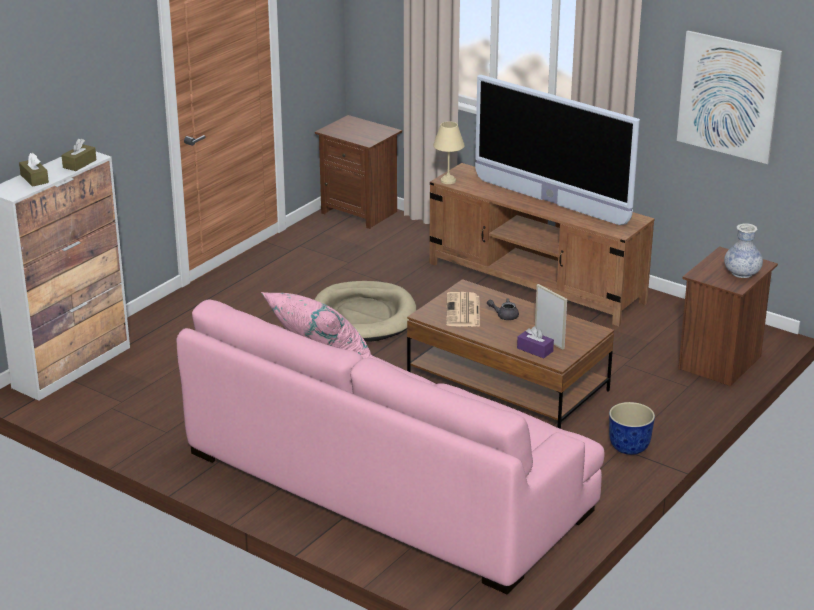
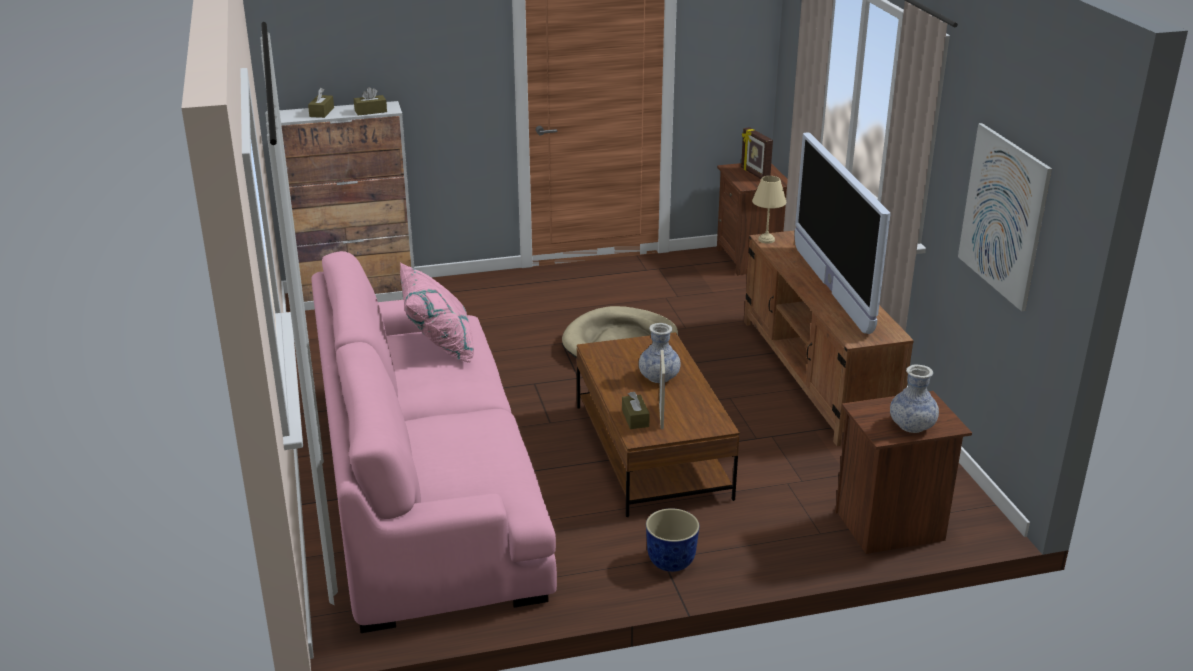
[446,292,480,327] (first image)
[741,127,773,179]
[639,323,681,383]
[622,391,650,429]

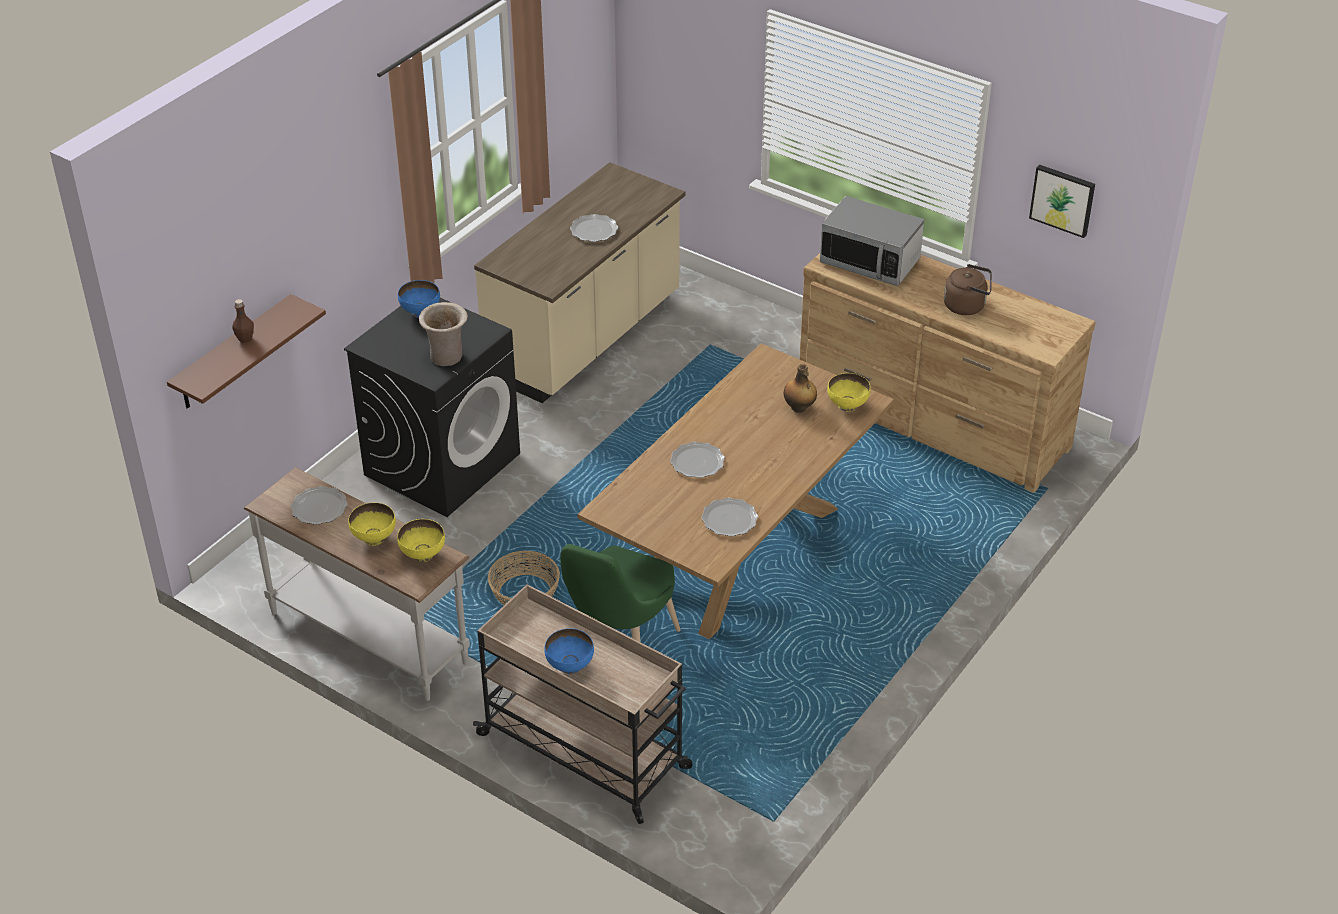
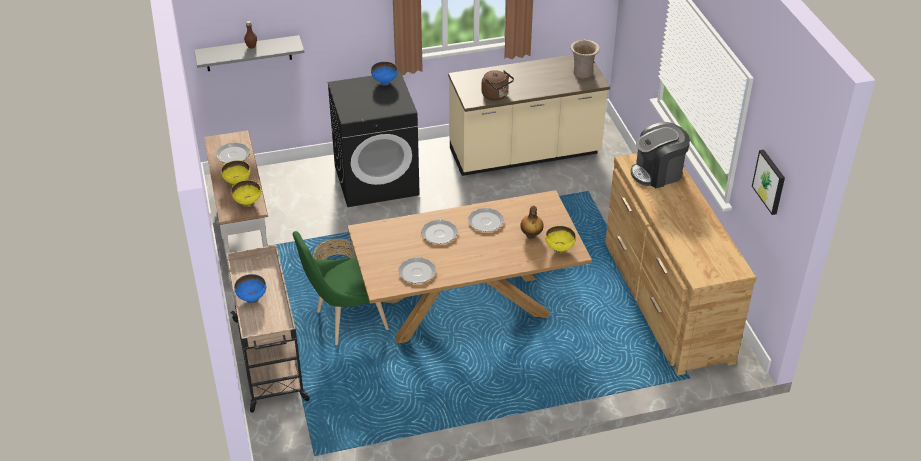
[570,40,600,79]
[468,208,504,232]
[481,70,514,101]
[631,122,690,188]
[194,35,304,71]

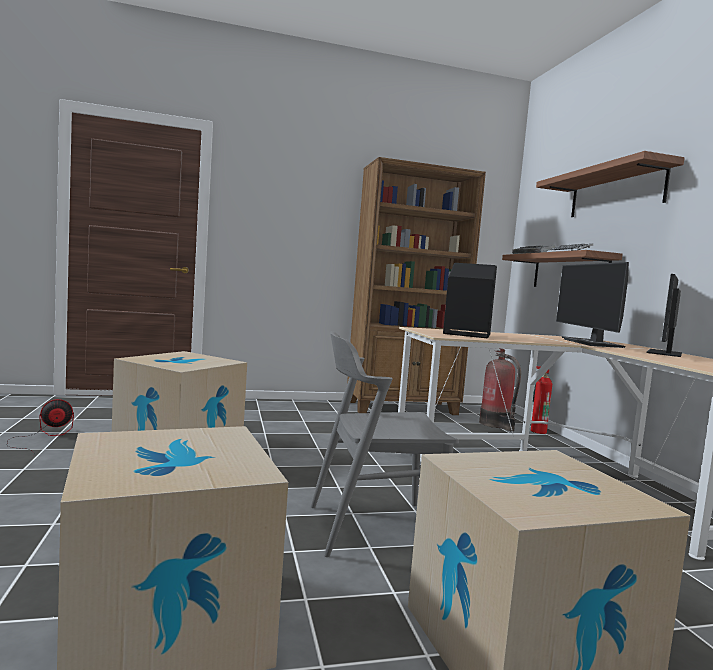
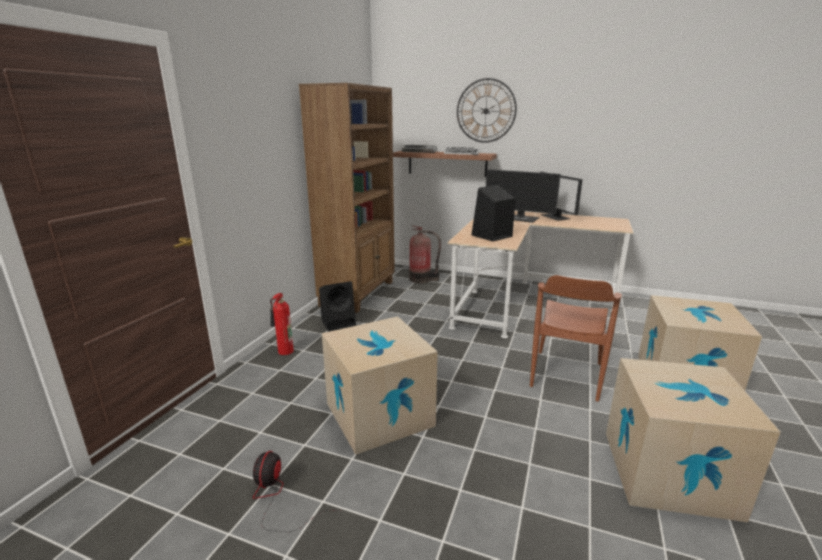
[319,281,356,332]
[270,293,294,355]
[457,78,517,143]
[530,275,622,402]

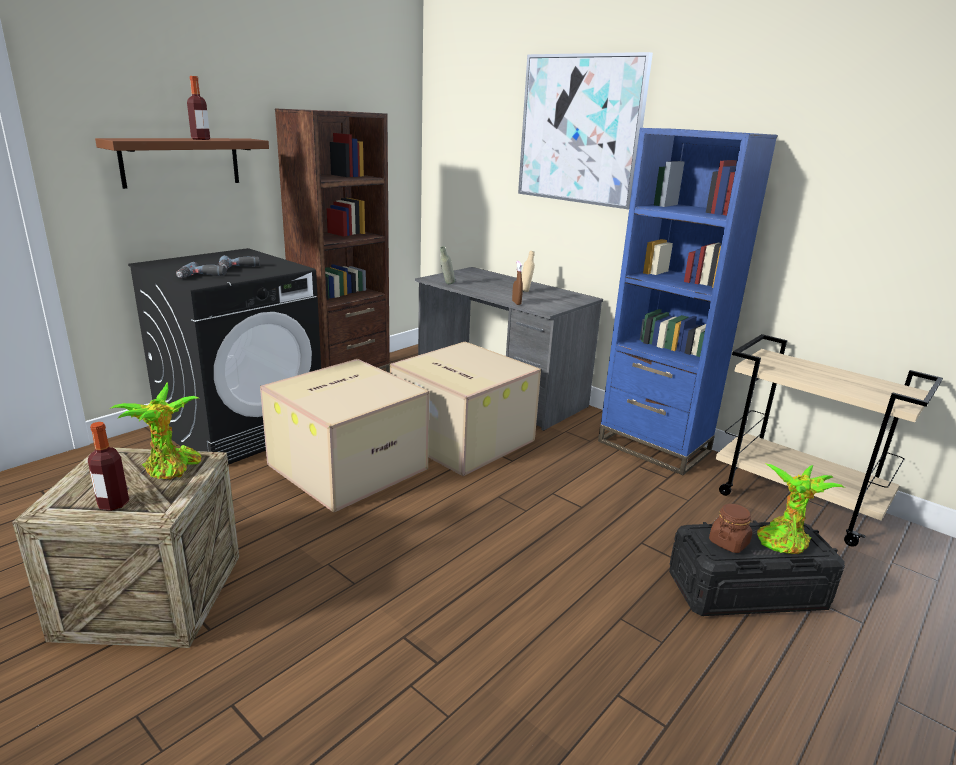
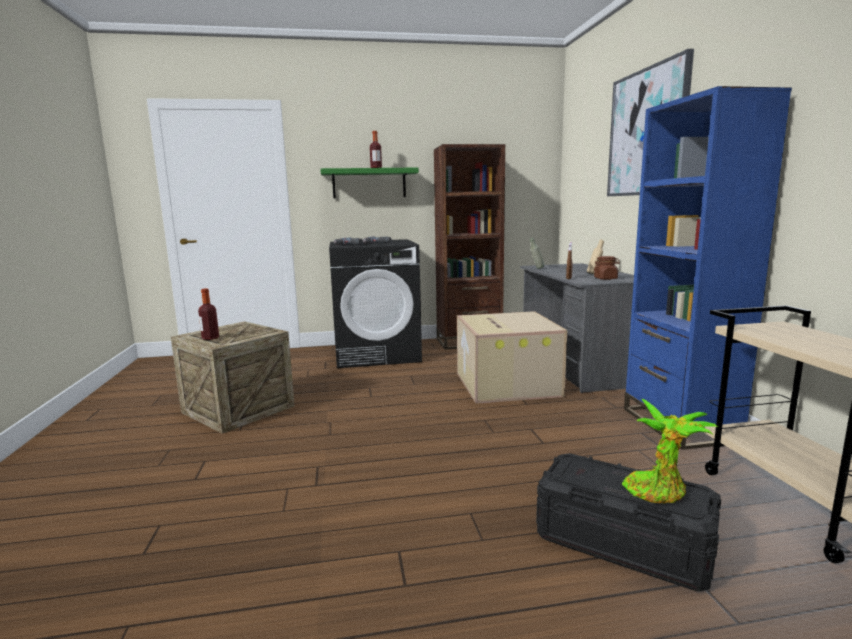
[109,383,201,479] (first image)
[260,359,429,513] (first image)
[594,256,620,280]
[320,168,419,199]

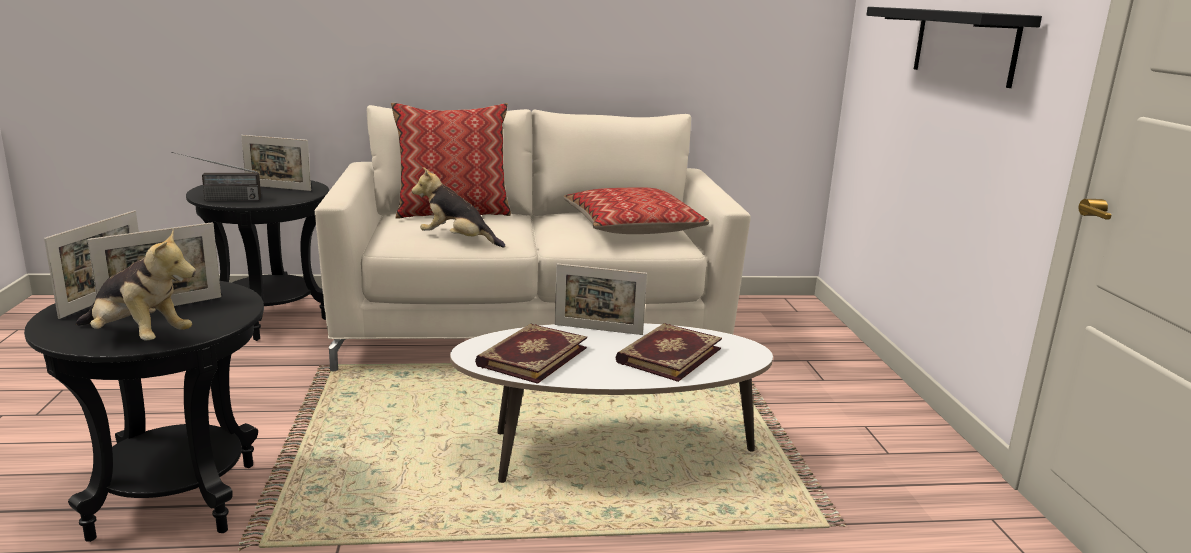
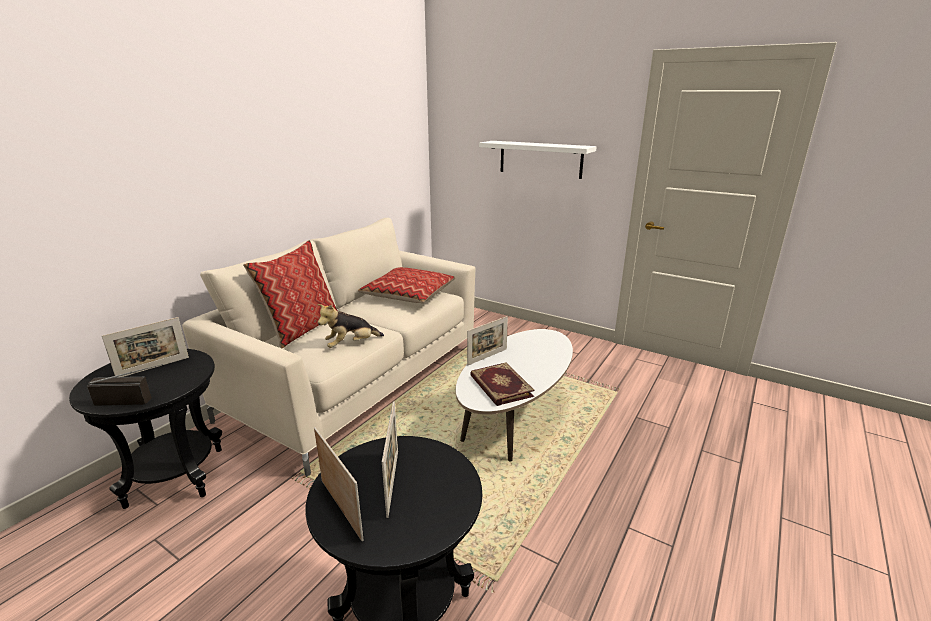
[76,229,196,341] (first image)
[615,323,722,382] (first image)
[479,141,597,179]
[87,364,163,406]

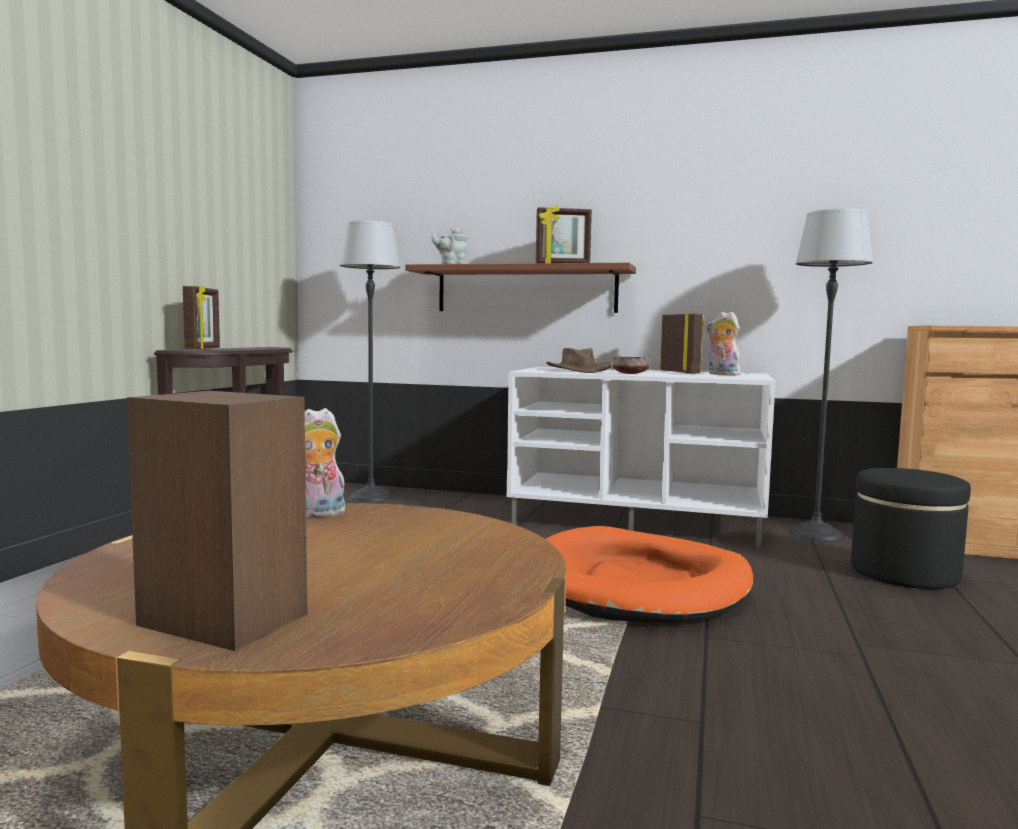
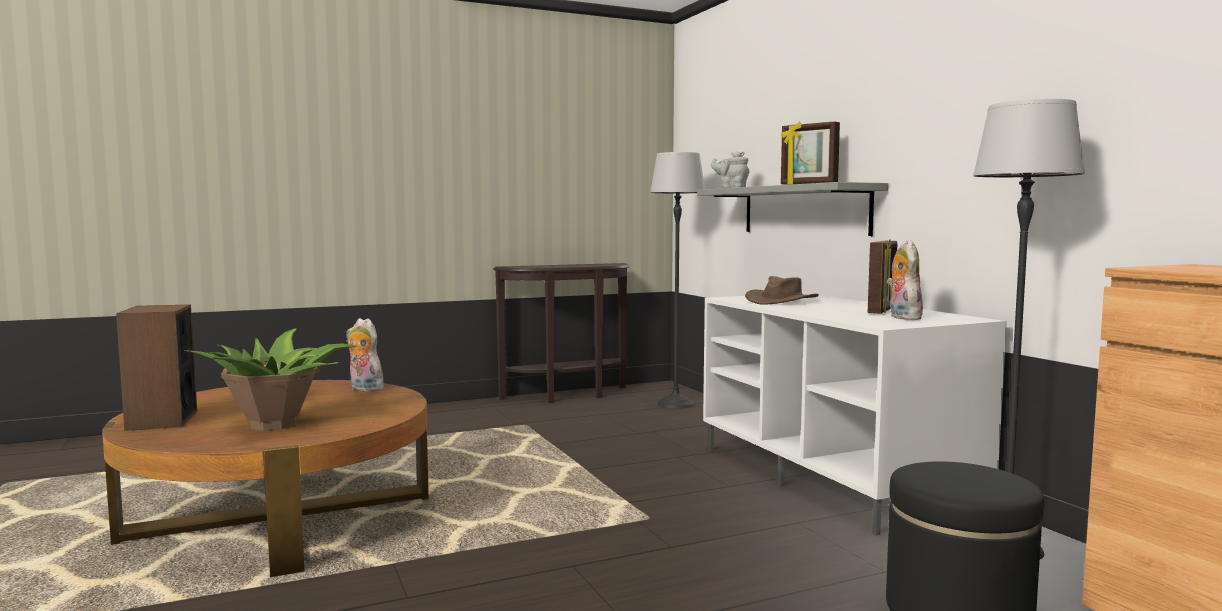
[183,285,220,350] (first image)
[546,526,753,623] (first image)
[613,357,650,374] (first image)
[184,329,357,431]
[697,182,888,236]

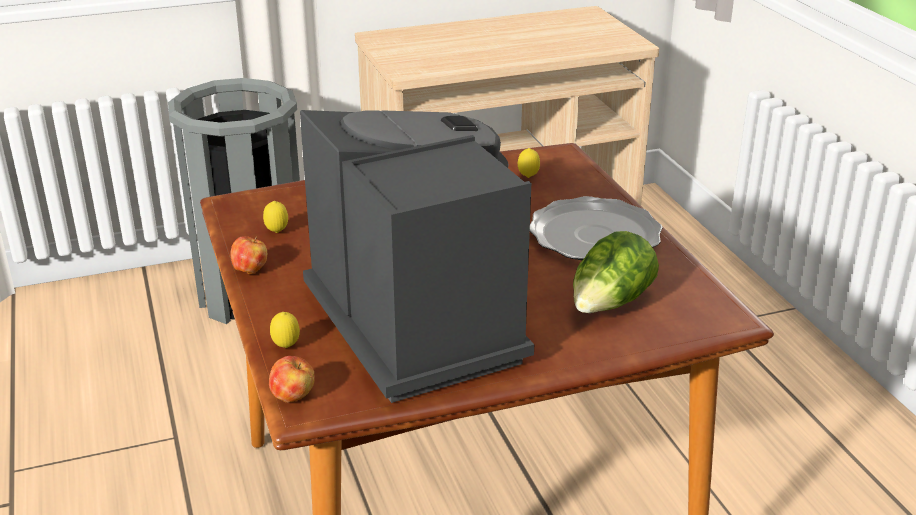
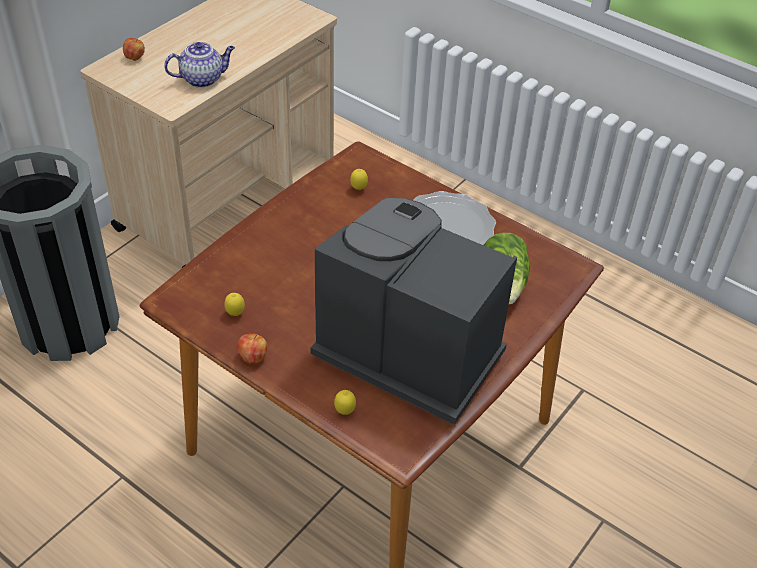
[164,42,235,88]
[123,38,145,61]

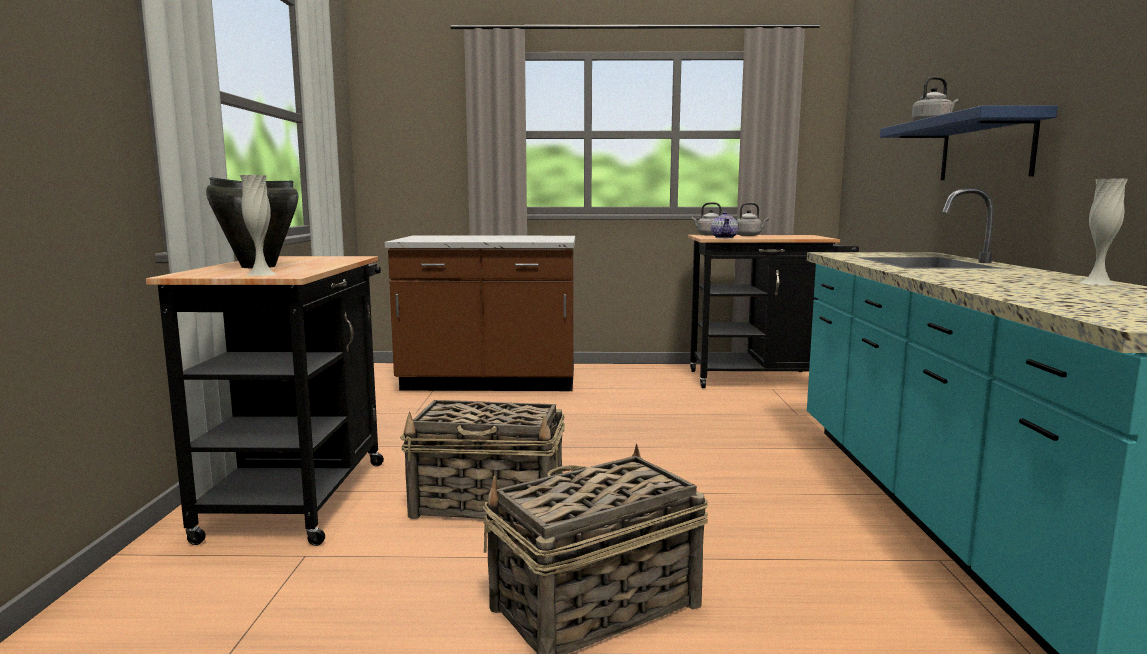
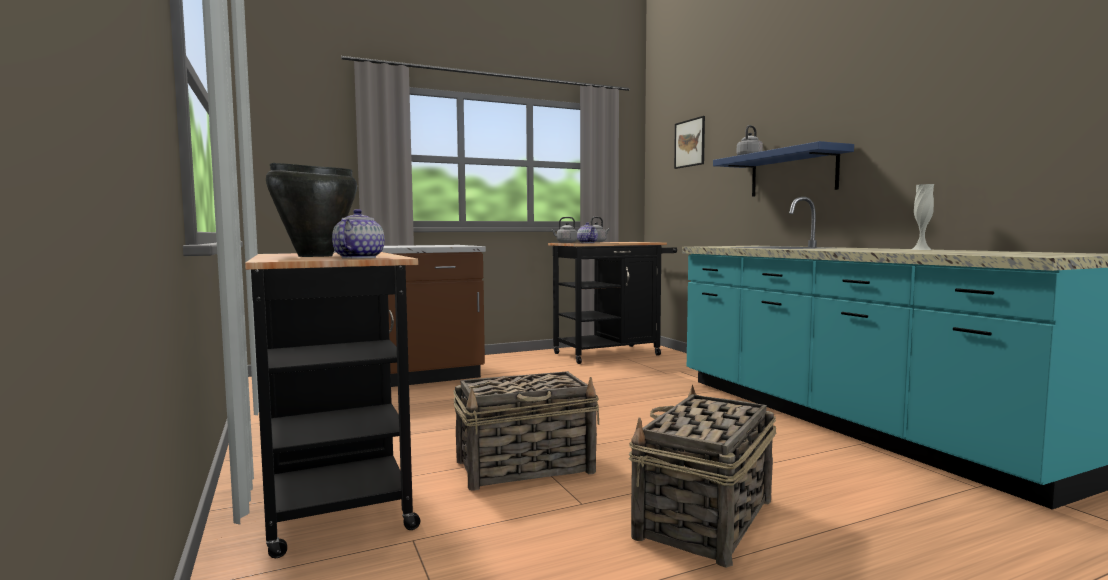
[674,116,705,169]
[332,209,385,259]

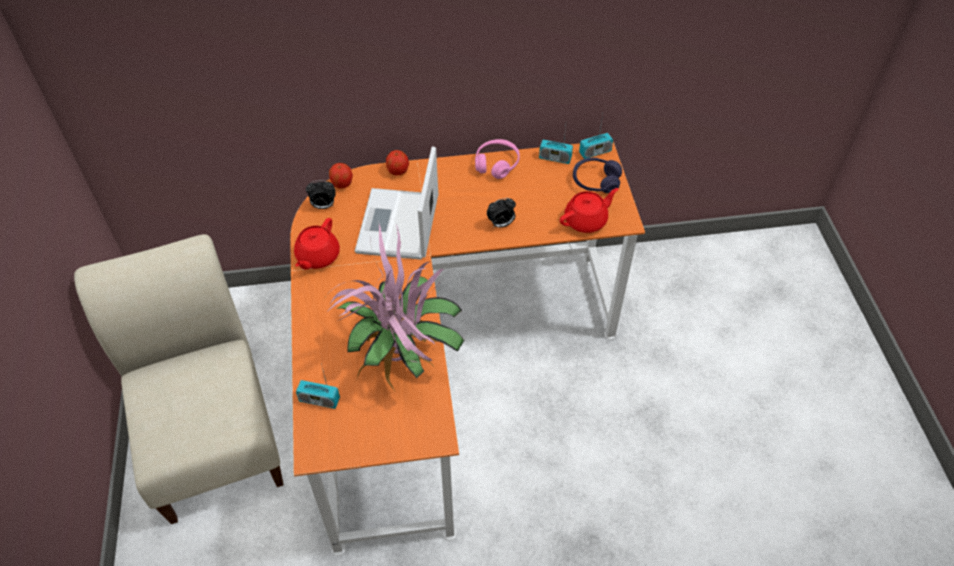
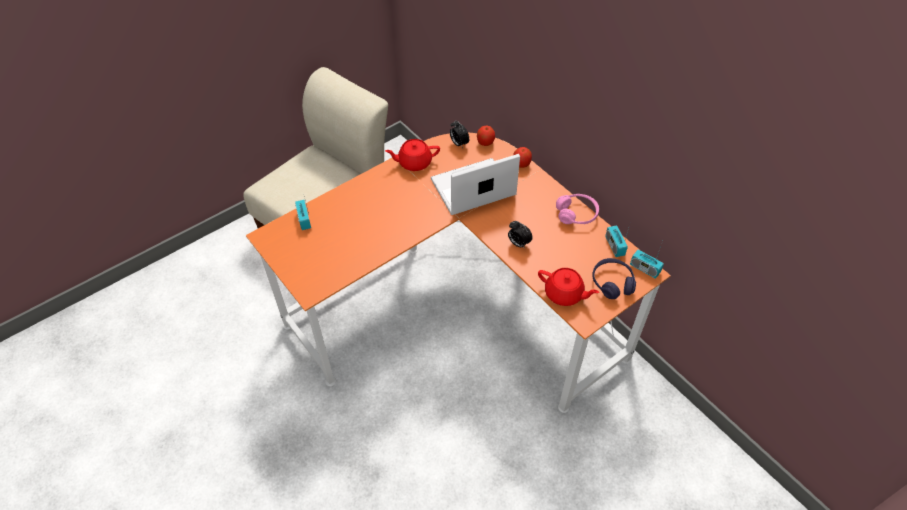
[325,221,464,391] (first image)

